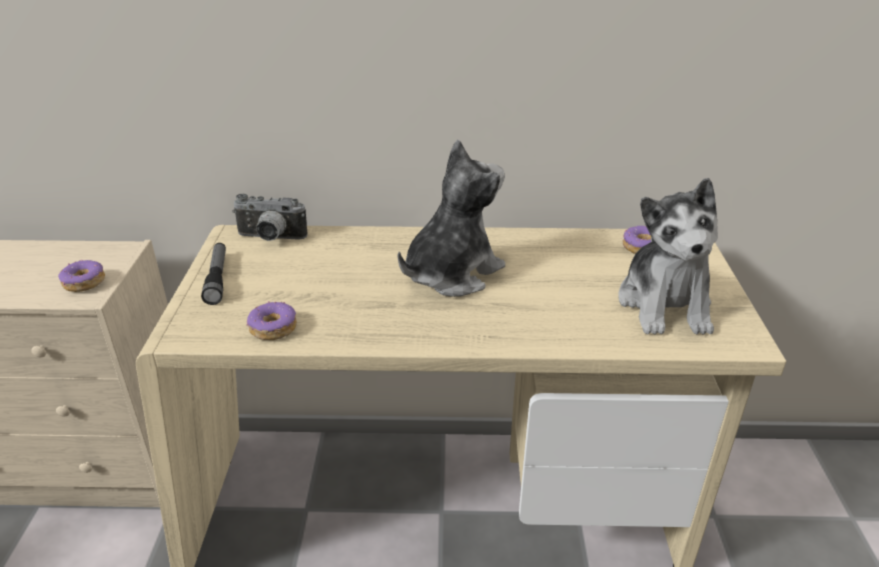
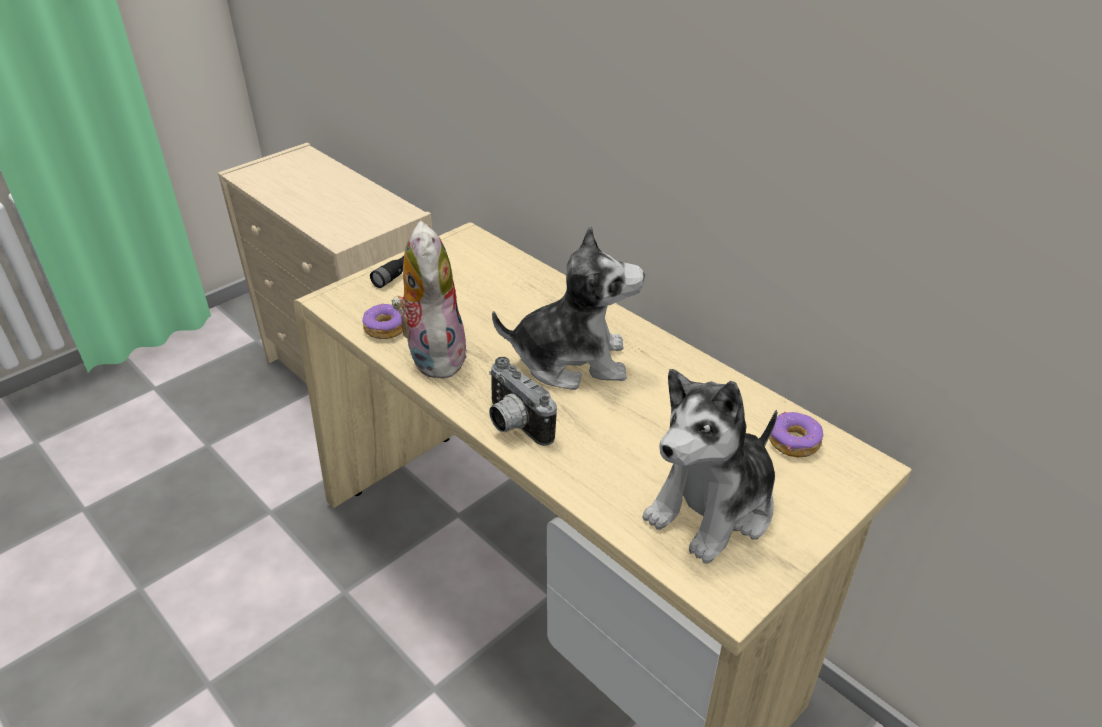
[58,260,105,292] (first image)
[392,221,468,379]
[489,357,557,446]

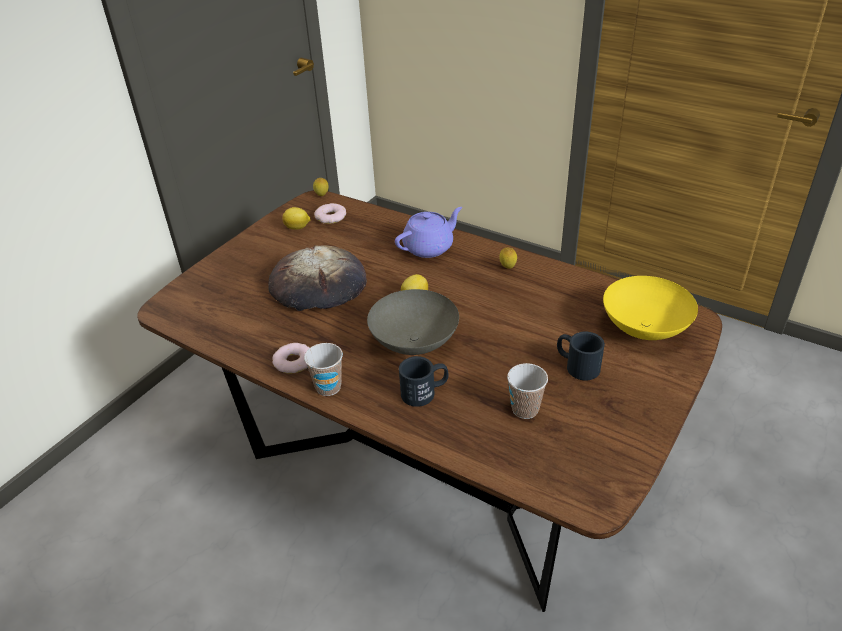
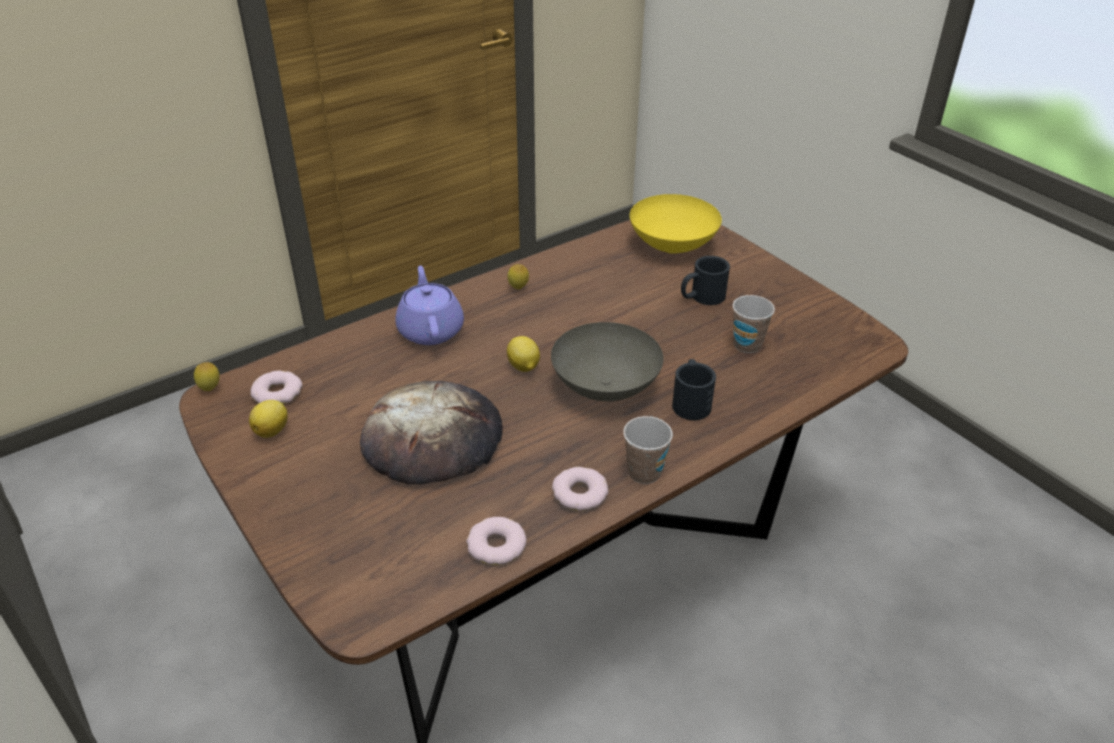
[466,517,527,565]

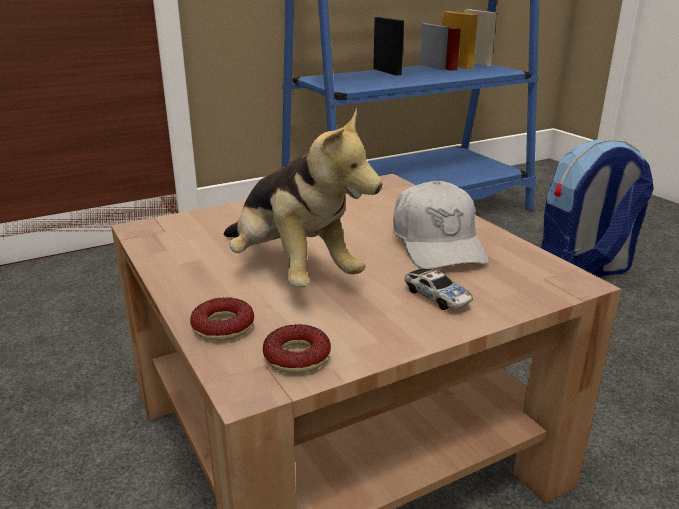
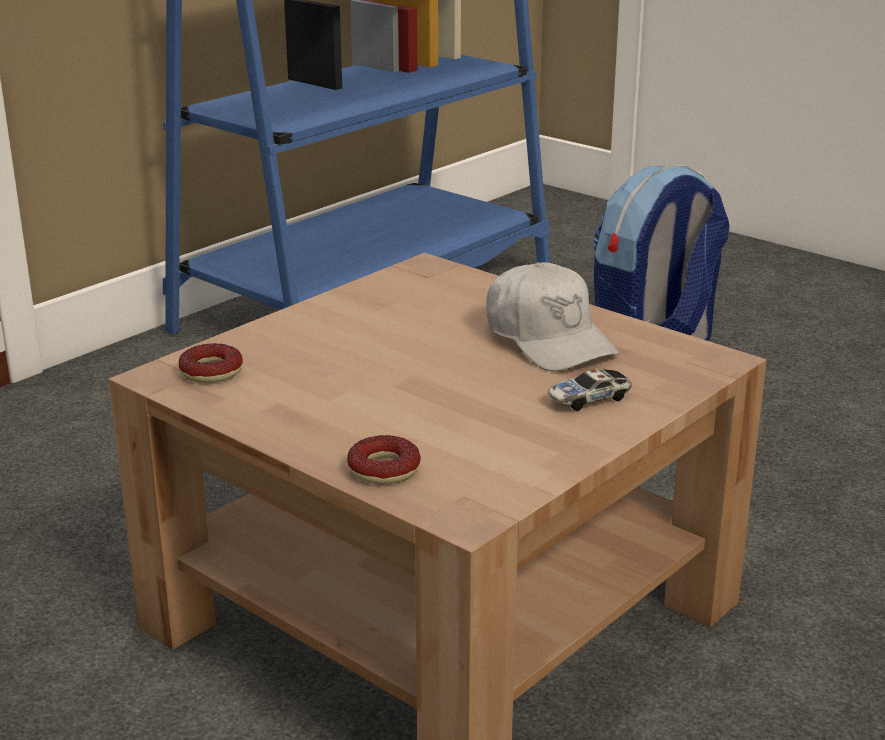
[224,108,382,287] (first image)
[179,343,243,383]
[548,369,632,411]

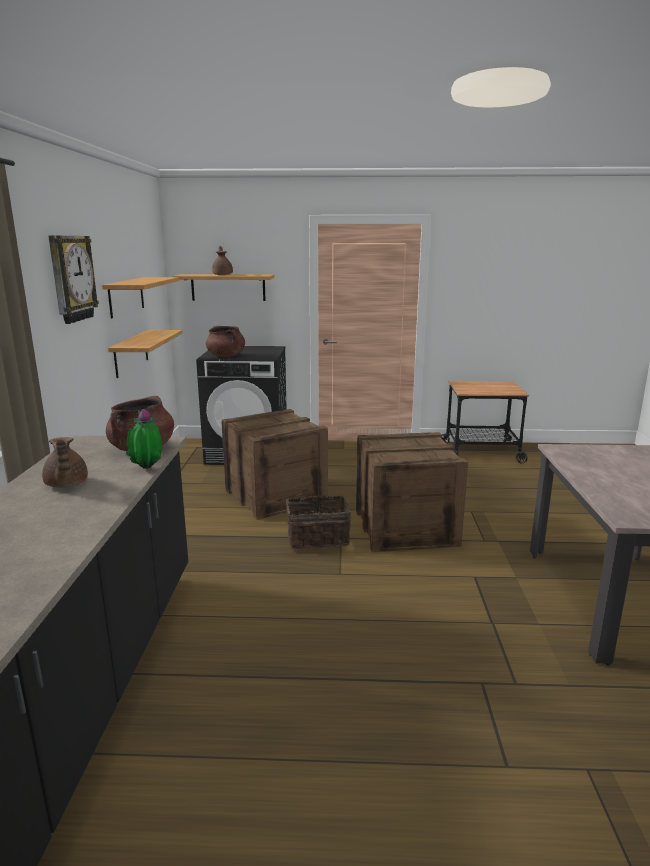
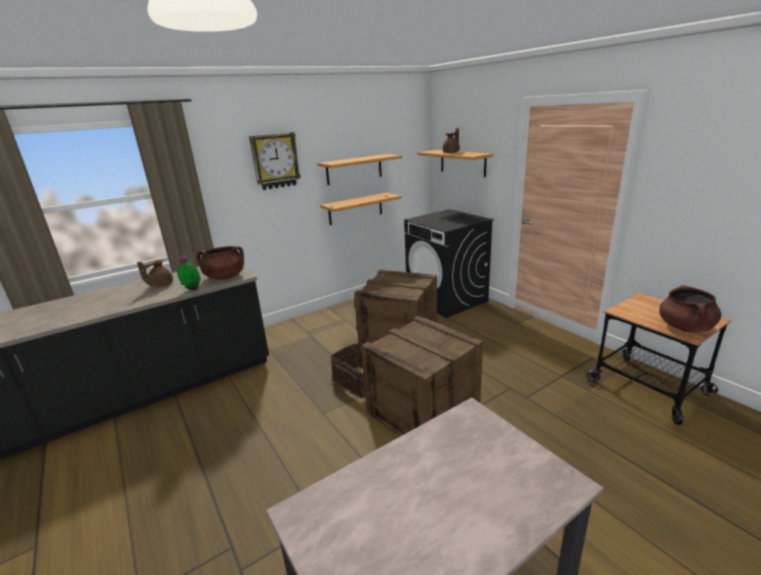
[659,285,721,332]

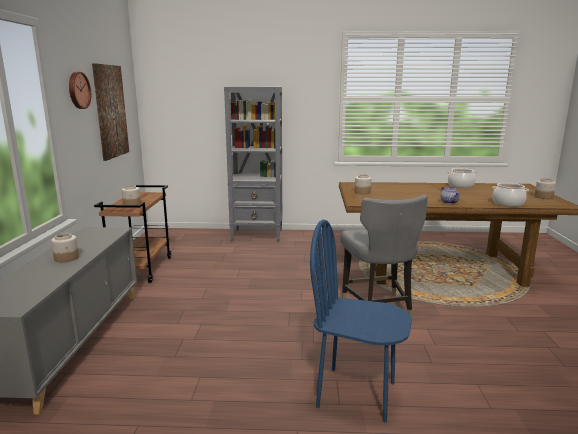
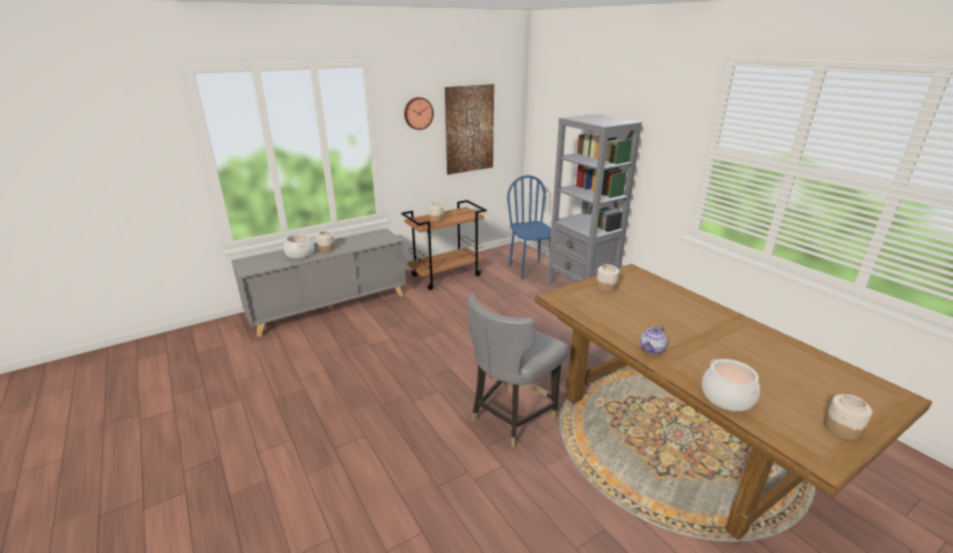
[507,175,551,280]
[283,233,314,259]

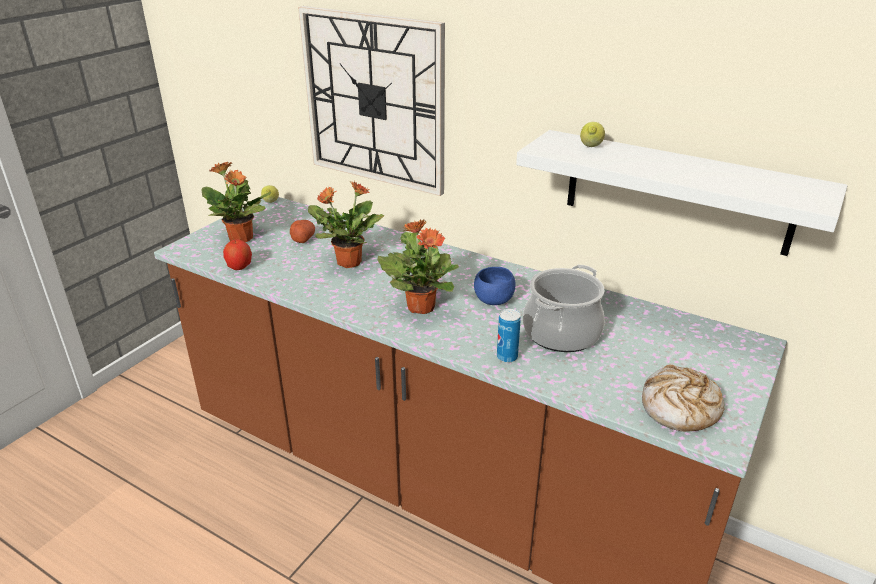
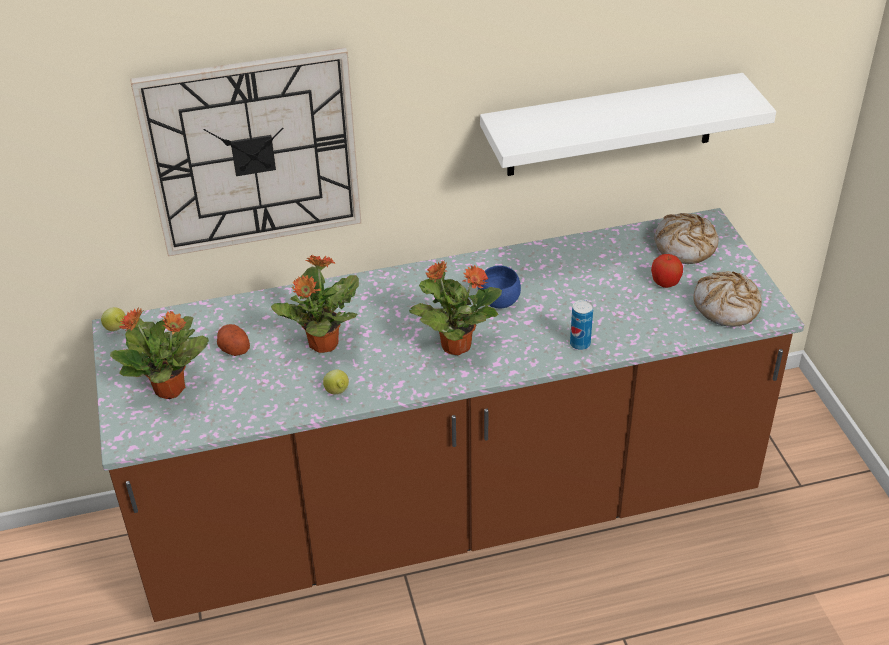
[523,265,605,352] (first image)
[655,213,718,264]
[651,254,683,288]
[323,369,349,394]

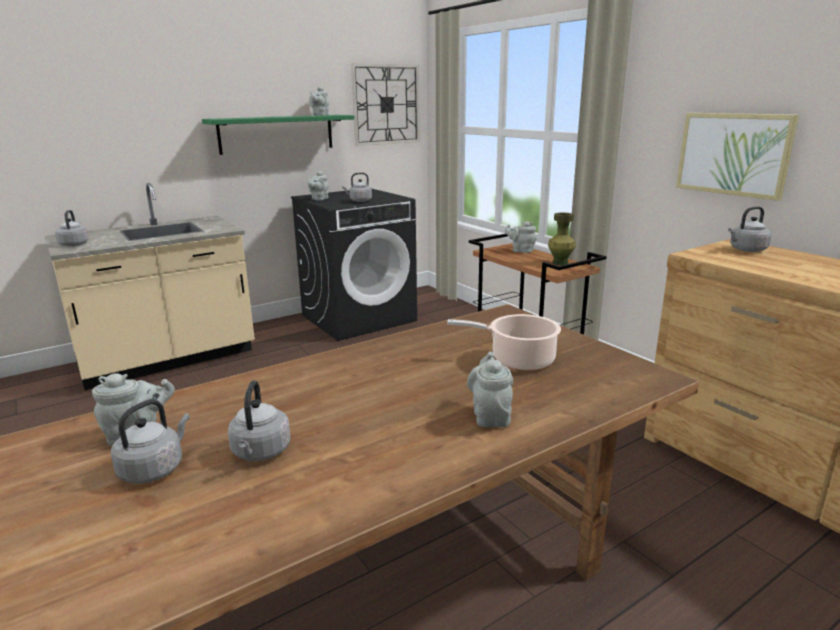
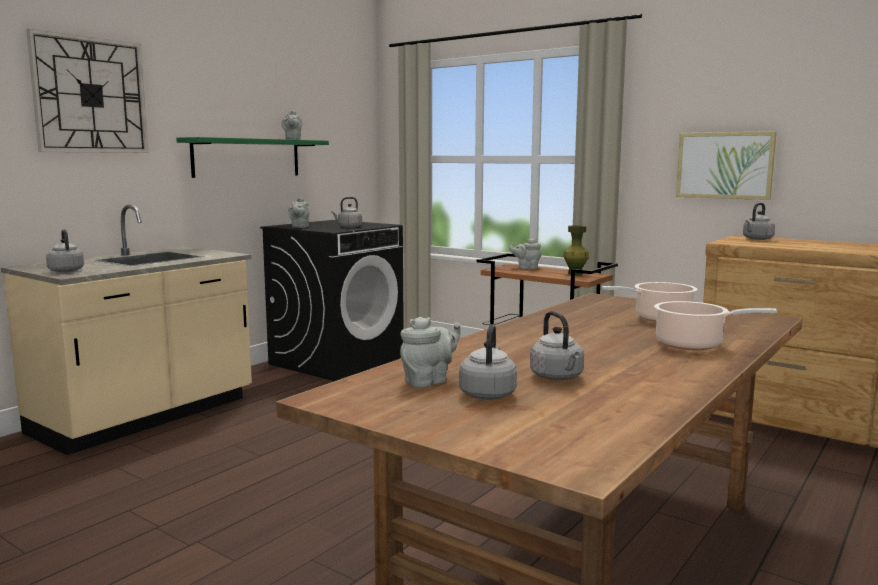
[26,29,149,153]
[654,301,777,350]

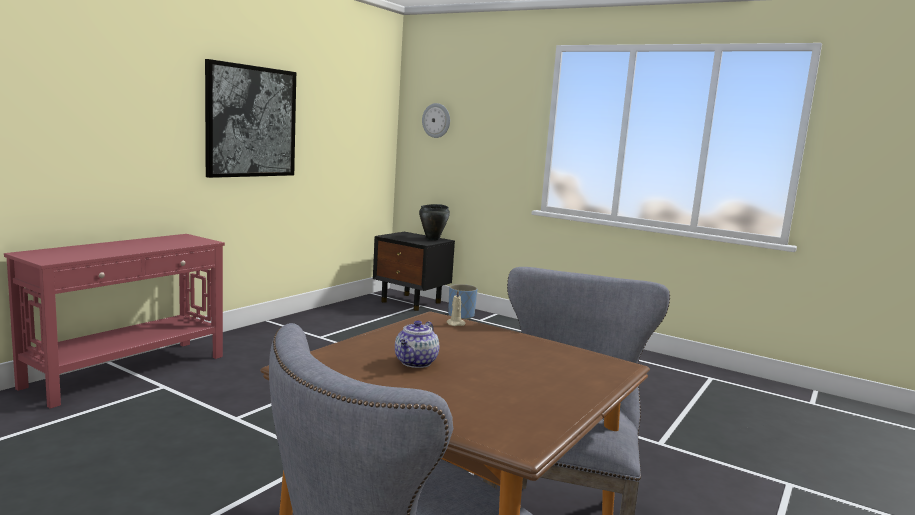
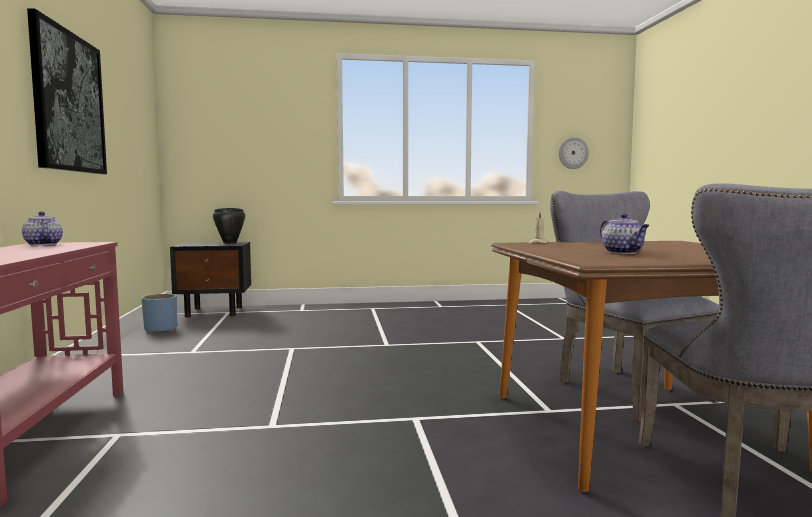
[22,211,63,245]
[559,137,589,169]
[141,294,177,333]

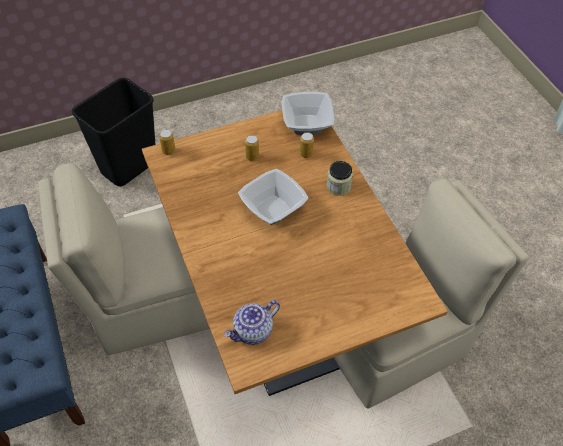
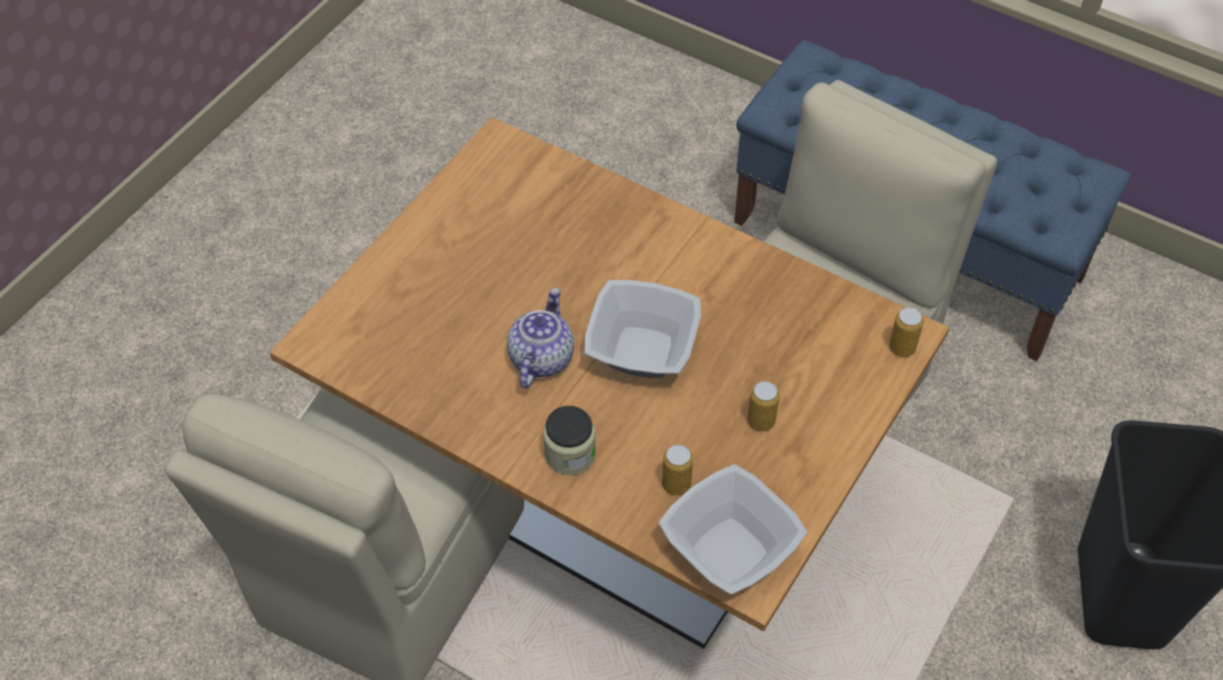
[507,288,574,388]

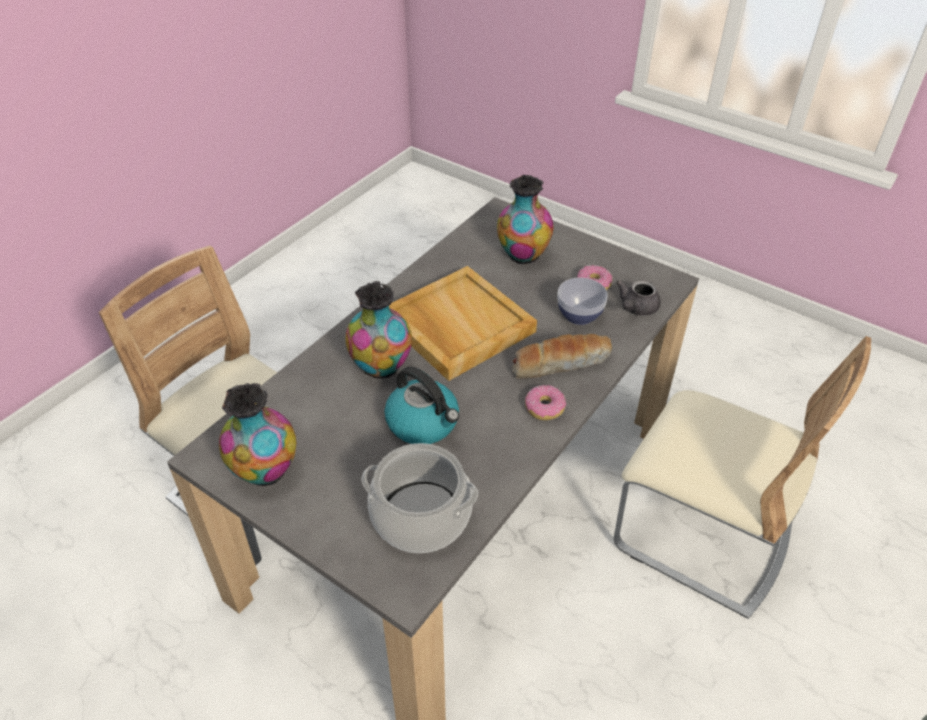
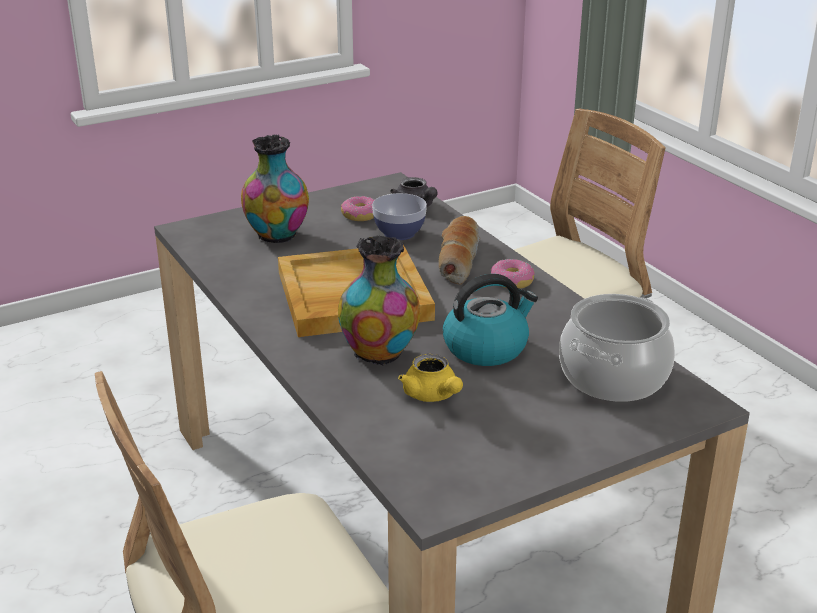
[219,383,296,486] (first image)
[398,354,463,402]

